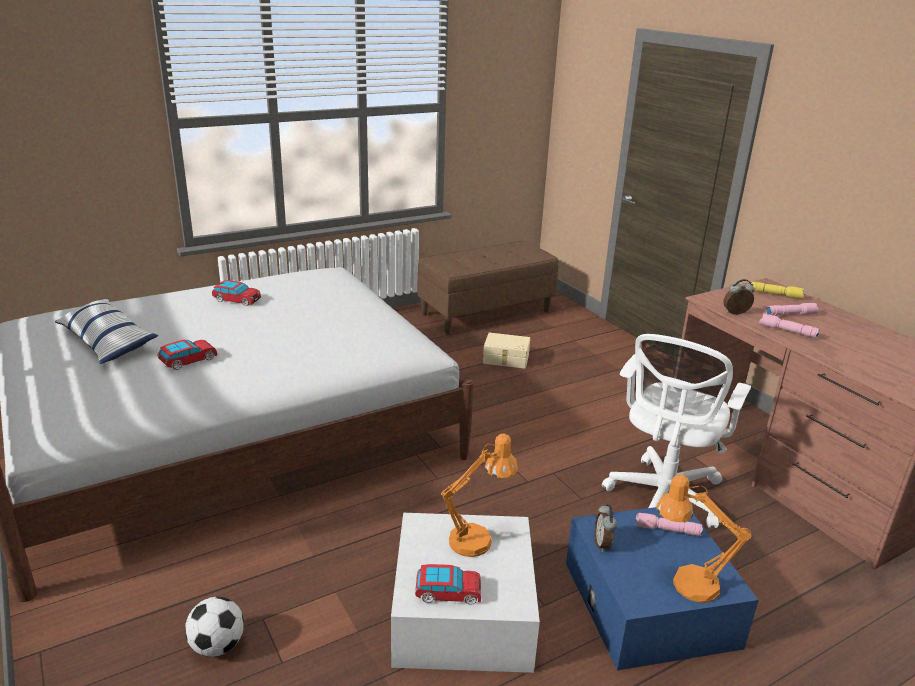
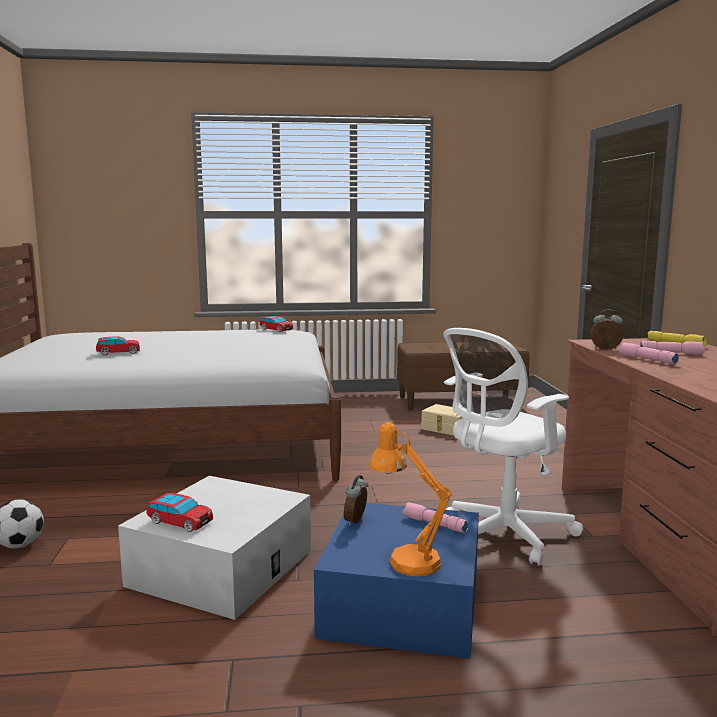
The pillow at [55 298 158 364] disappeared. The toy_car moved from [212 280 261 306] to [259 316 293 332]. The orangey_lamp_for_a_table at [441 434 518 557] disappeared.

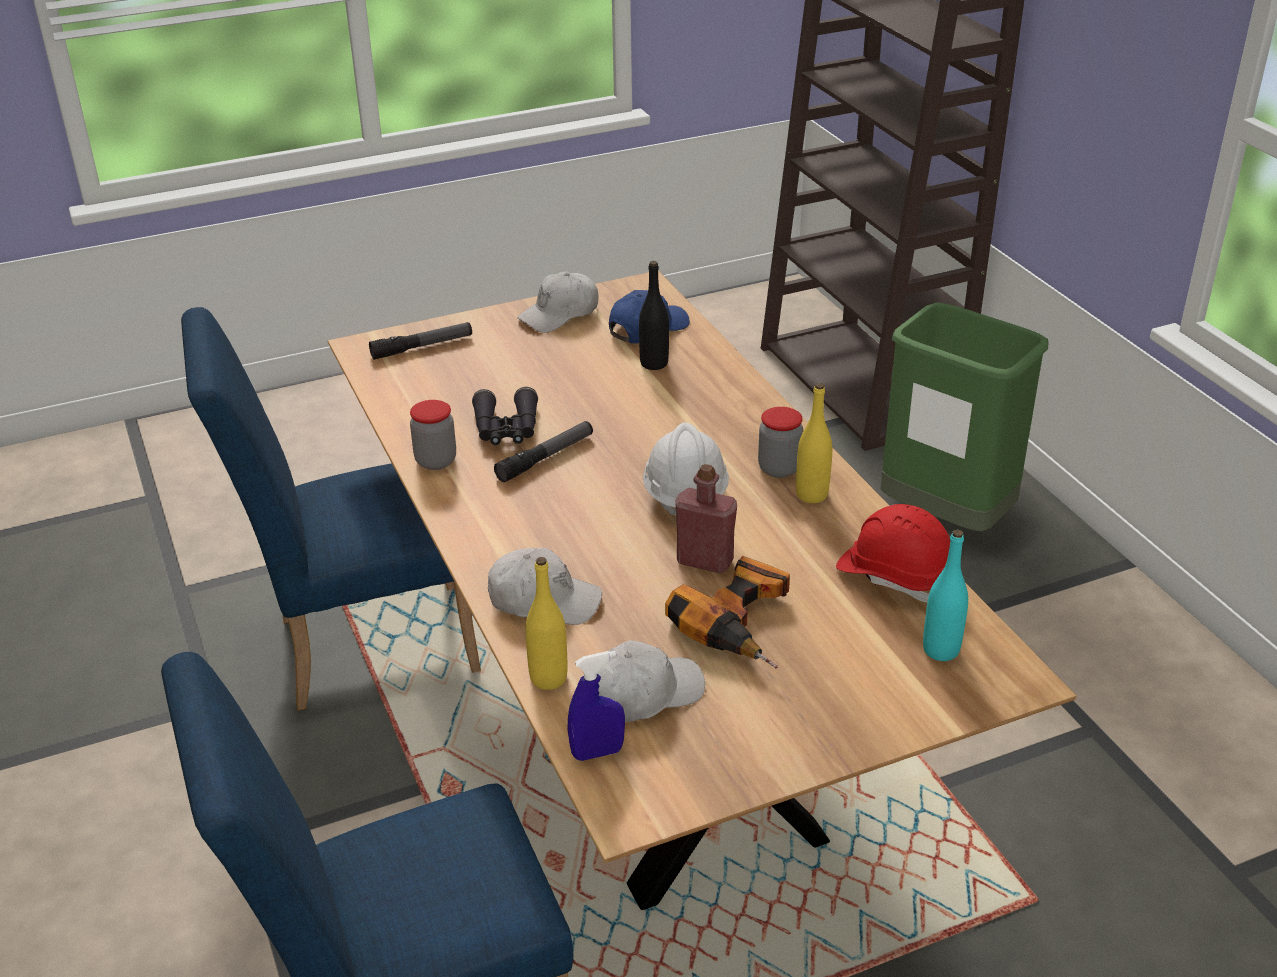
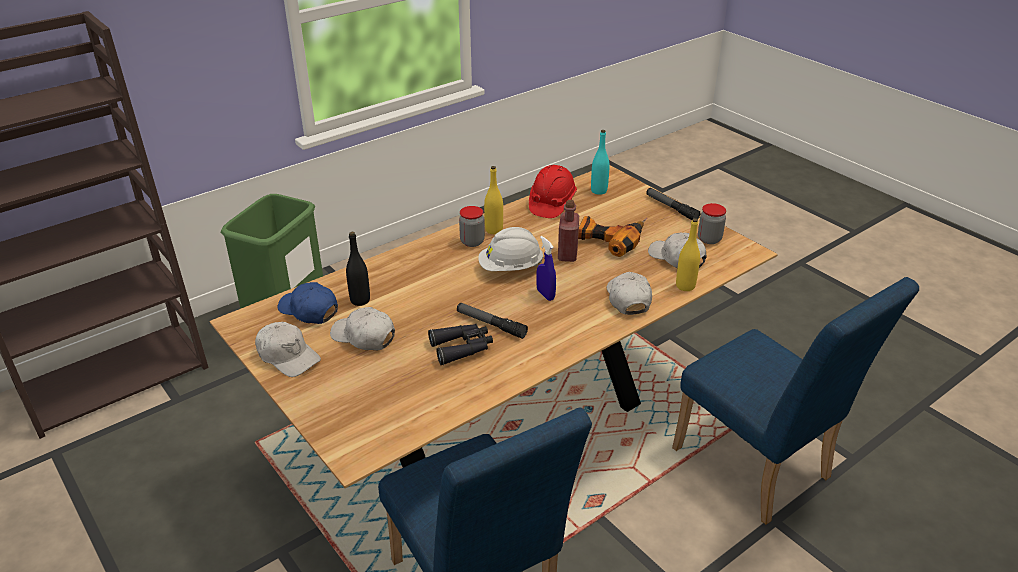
The flashlight moved from [369 322 472 360] to [646 188 700 220]. The jar moved from [410 400 456 470] to [698 203 726 244]. The bluish_spray_bottle moved from [567 651 625 761] to [536 236 556 301]. The white-coloured_baseball_cap at [330 307 395 350] appeared.

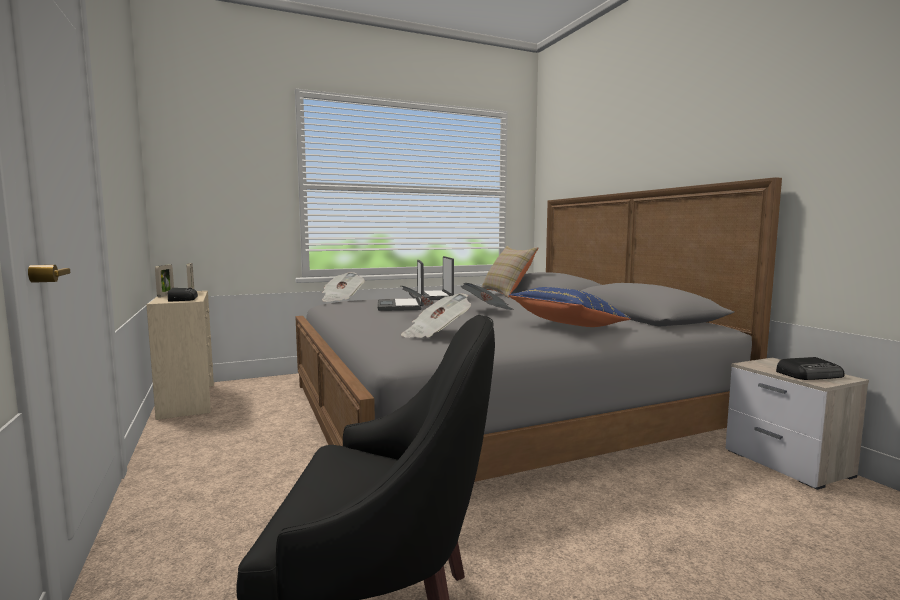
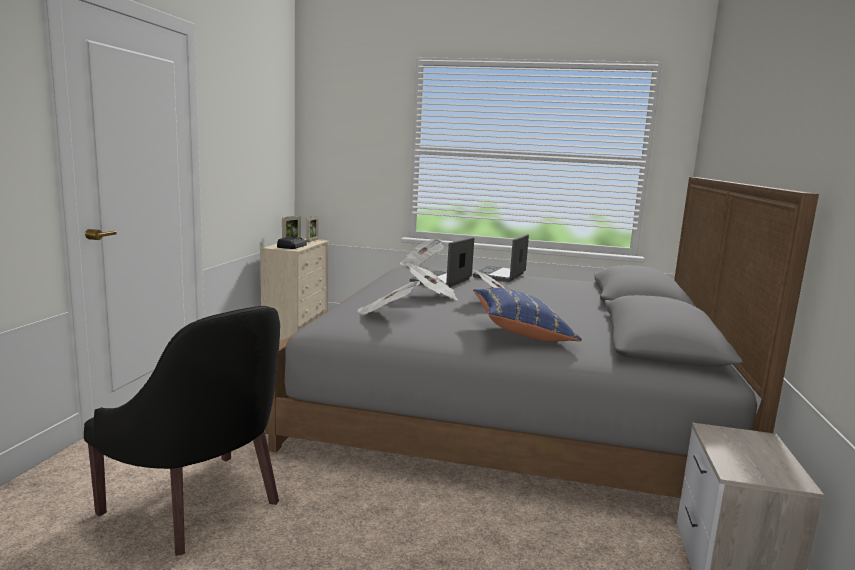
The beige_pillow at [482 246 539 298] disappeared. The radio at [776 357 844 380] disappeared.

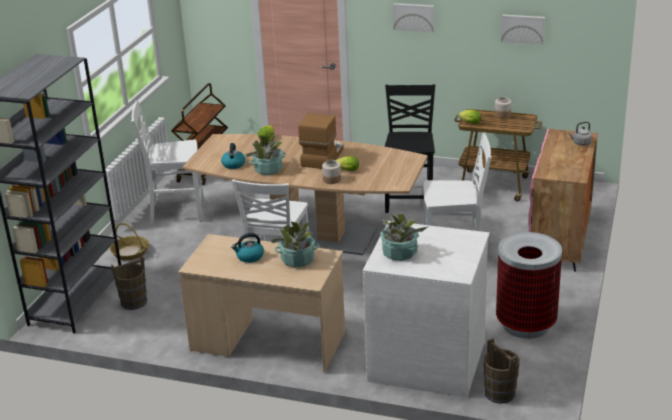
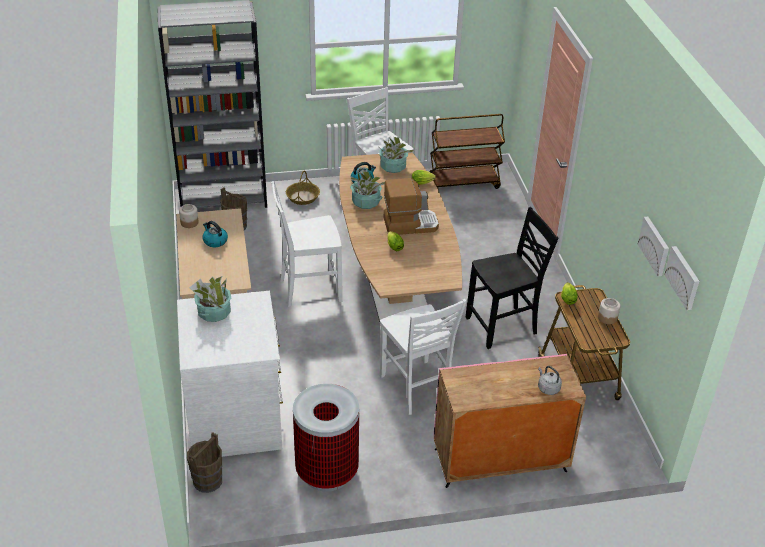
The houseplant moved from [270 222 319 267] to [379 137 415 173]. The jar moved from [322 160 341 184] to [179 204 199 228]. The wall_art moved from [393 3 434 33] to [664 246 699 310].

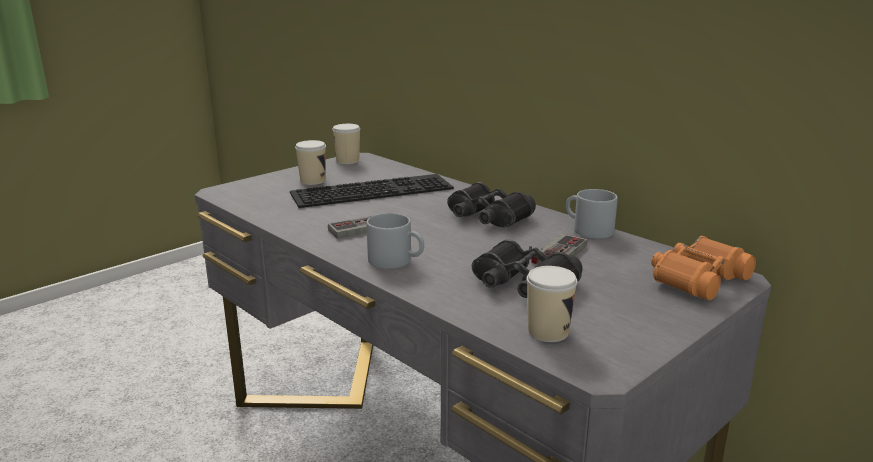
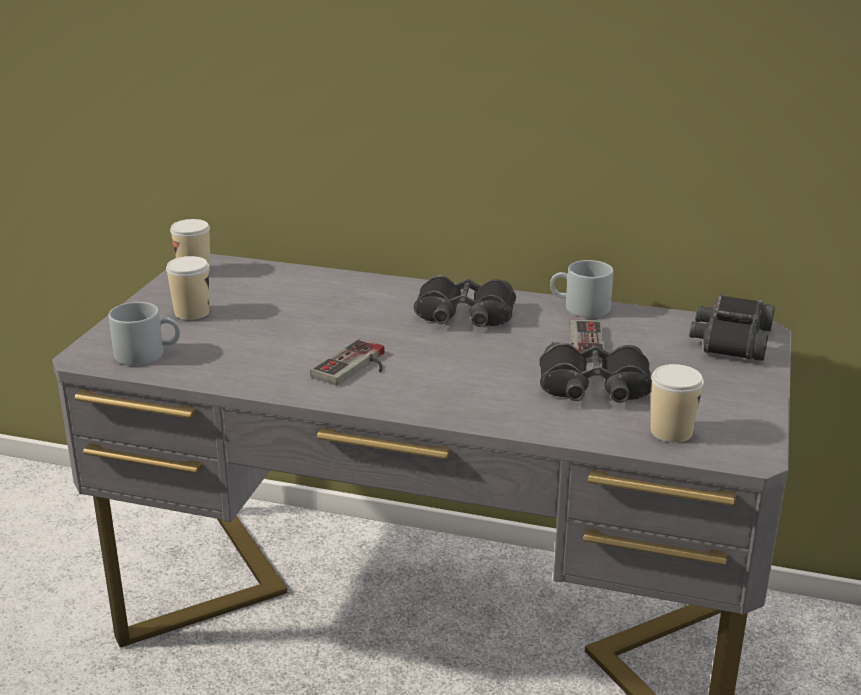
The computer_keyboard at [290 174 454 208] disappeared. The greyish_tea_mug moved from [367 213 424 269] to [109 302 180 365]. The orangey_field_glasses at [651 236 756 300] became the black-coloured_field_glasses at [689 294 775 361].

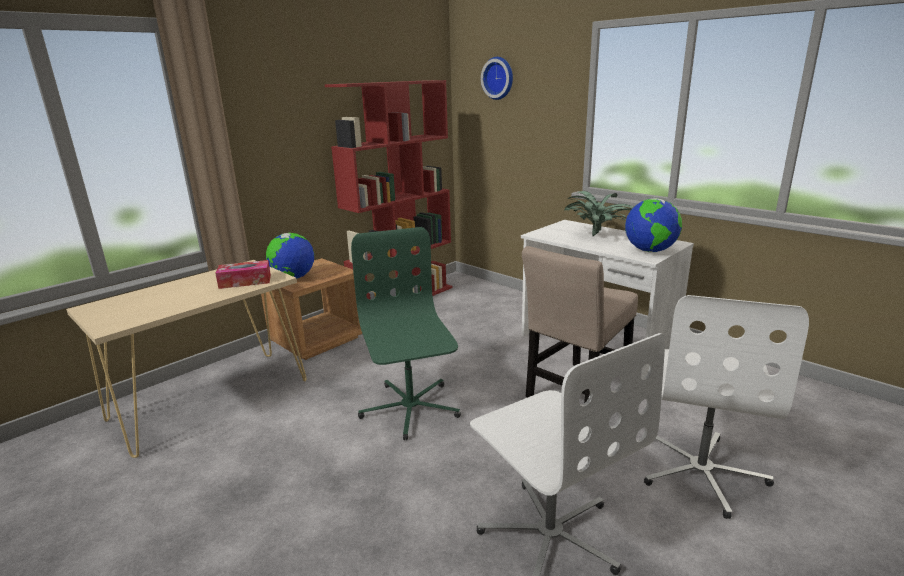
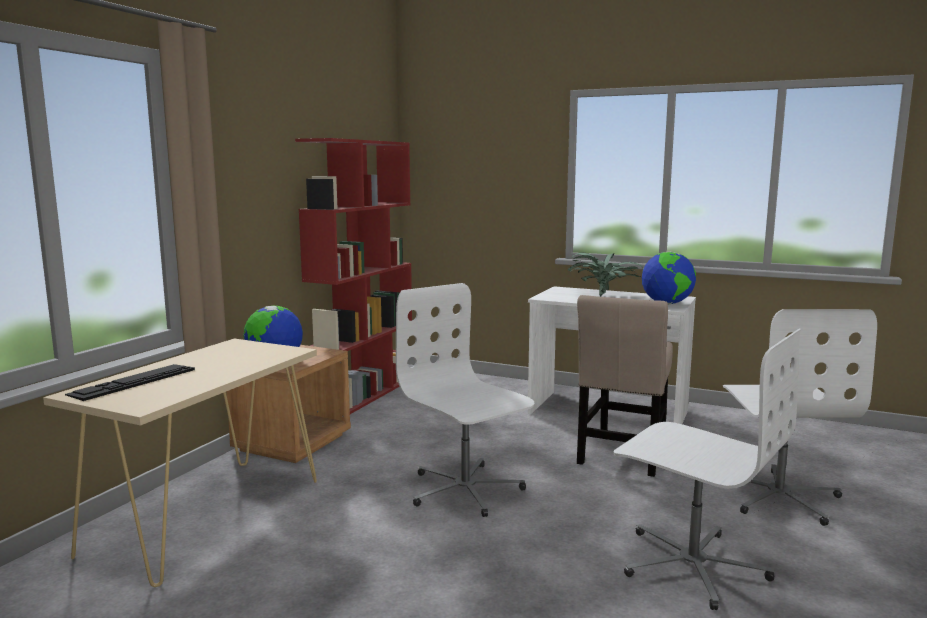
The tissue_box at [215 260 271 289] disappeared. The green-coloured_office_chair at [351 227 461 440] became the white-coloured_office_chair at [396 283 535 517]. The wall_clock at [481 57 513 100] disappeared. The computer_keyboard at [65 364 195 401] appeared.

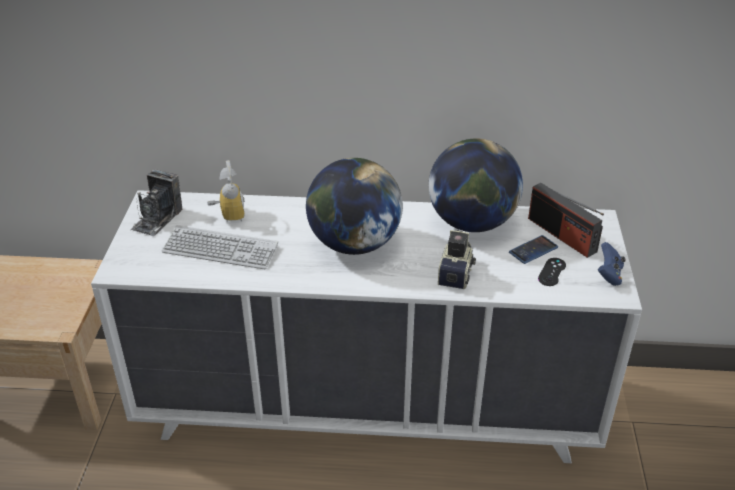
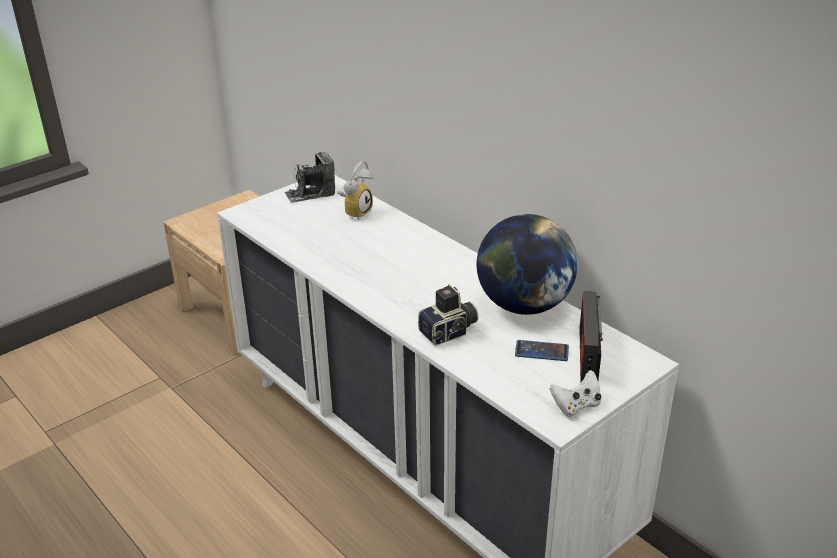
The computer_keyboard at [162 225 278 269] disappeared. The globe at [306 158 403 255] disappeared. The black-coloured_game_controller at [538 258 566 286] disappeared. The bluish_game_controller at [598 242 626 286] became the white-coloured_game_controller at [550 370 601 417].

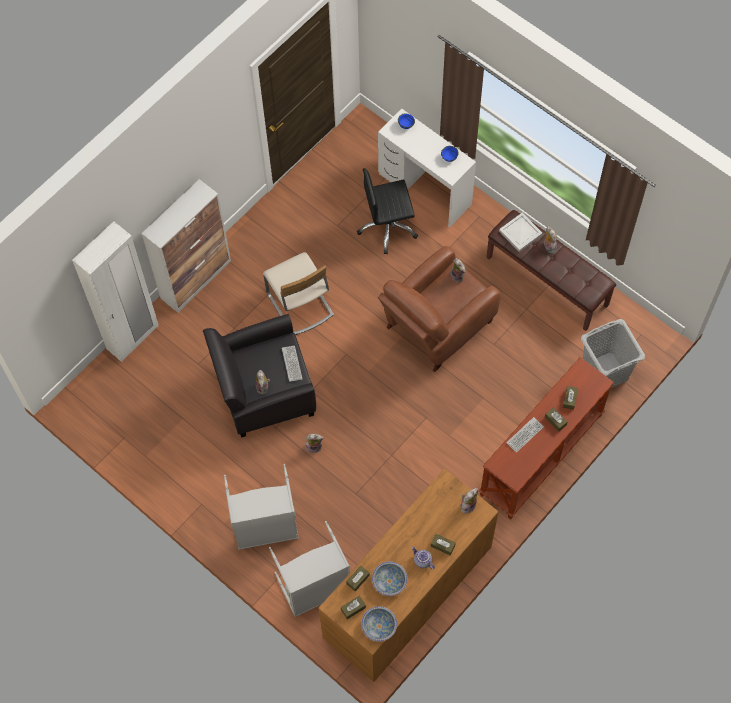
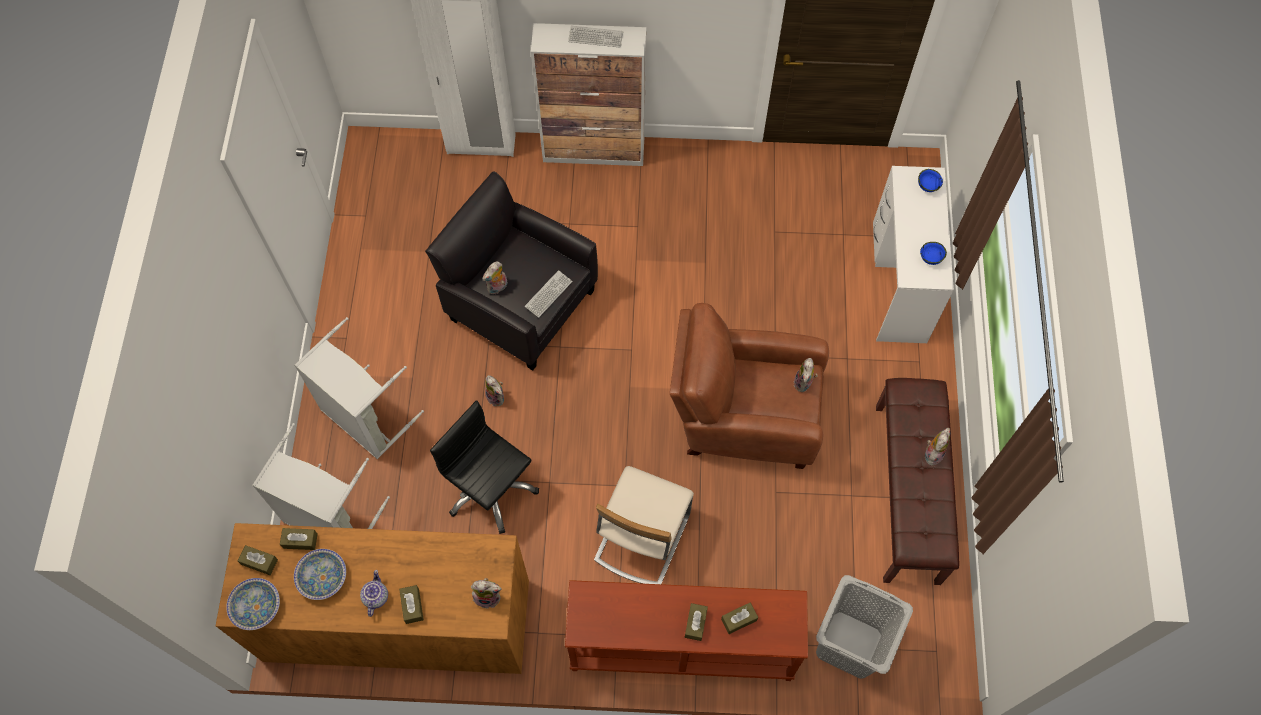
The beige_chair moved from [263 252 334 335] to [594 466 694 584]. The black-coloured_office_chair moved from [357 168 418 254] to [430 400 539 534]. The white-coloured_tray at [499 213 542 252] disappeared. The computer_keyboard moved from [506 417 544 453] to [568 26 623 48].

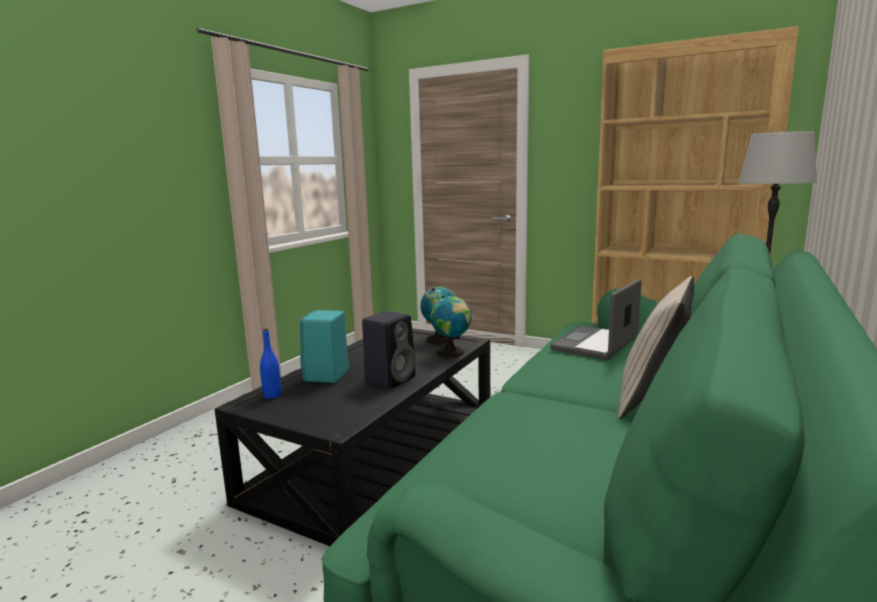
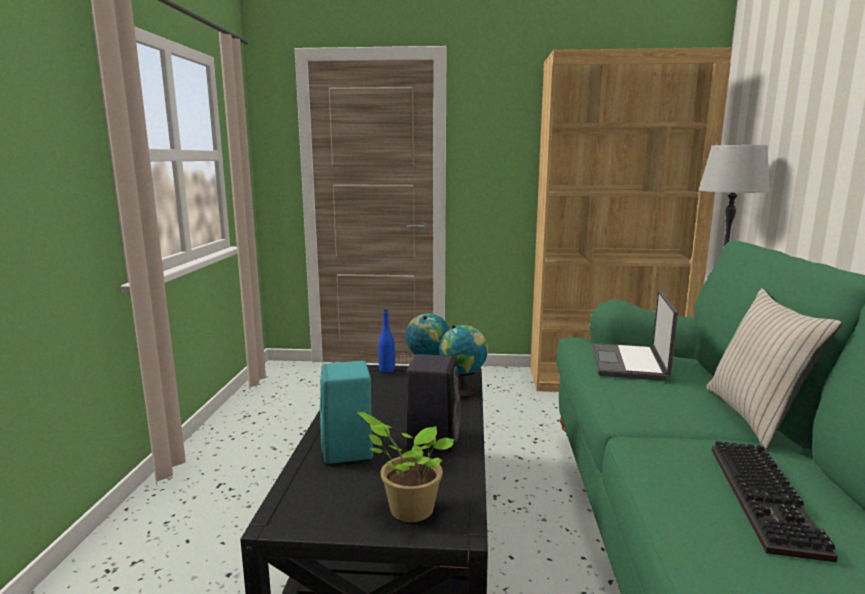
The bluish_beverage_bottle moved from [260 329 281 399] to [378 309 395 373]. The houseplant at [357 412 454 522] appeared. The computer_keyboard at [712 441 838 562] appeared.

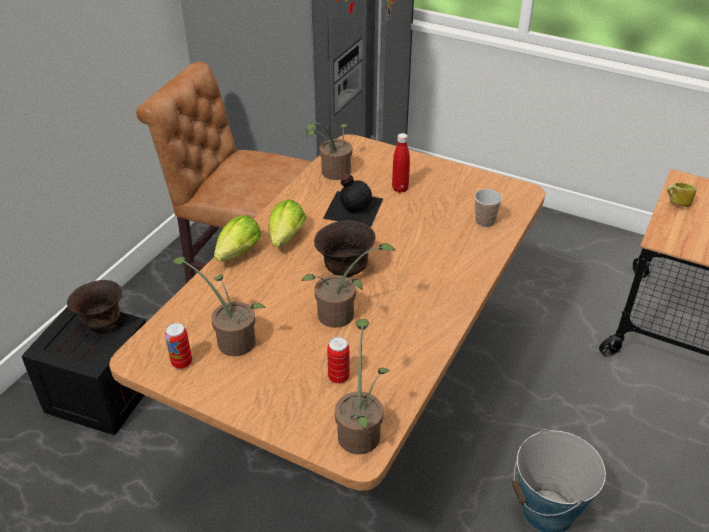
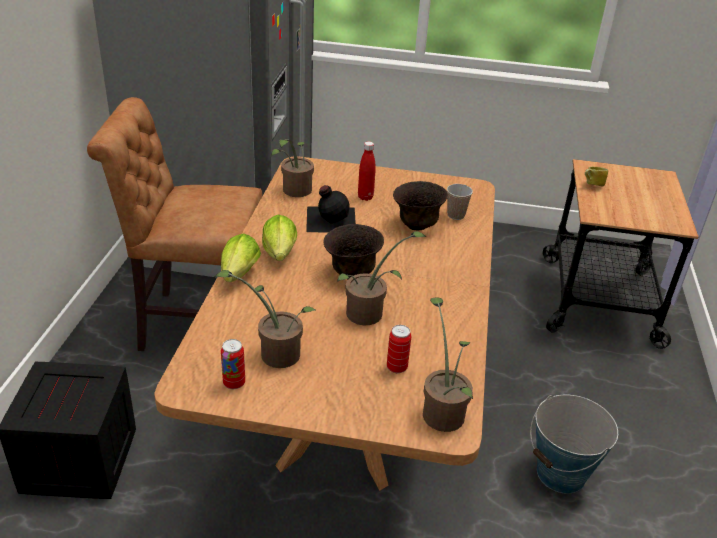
The brown-coloured_serving_bowl moved from [67 280 122 330] to [393 181 448 231].

